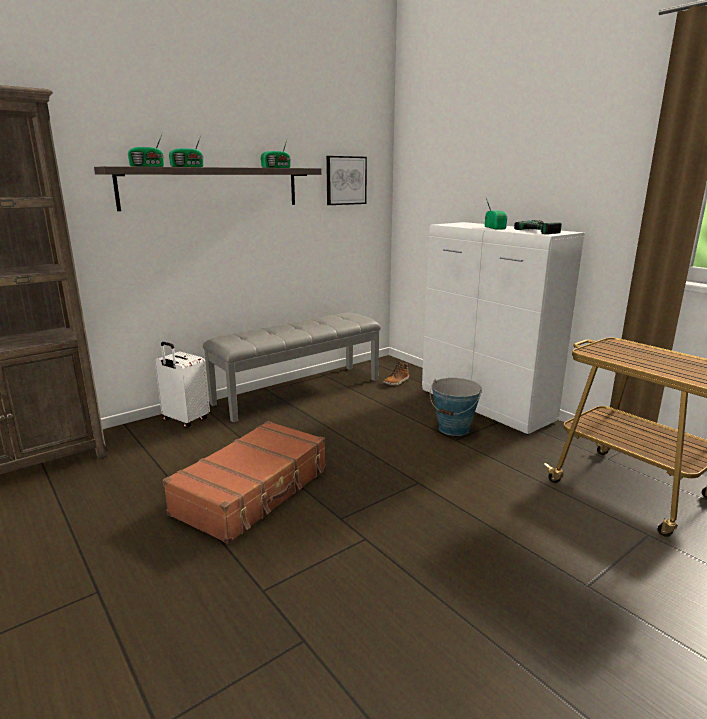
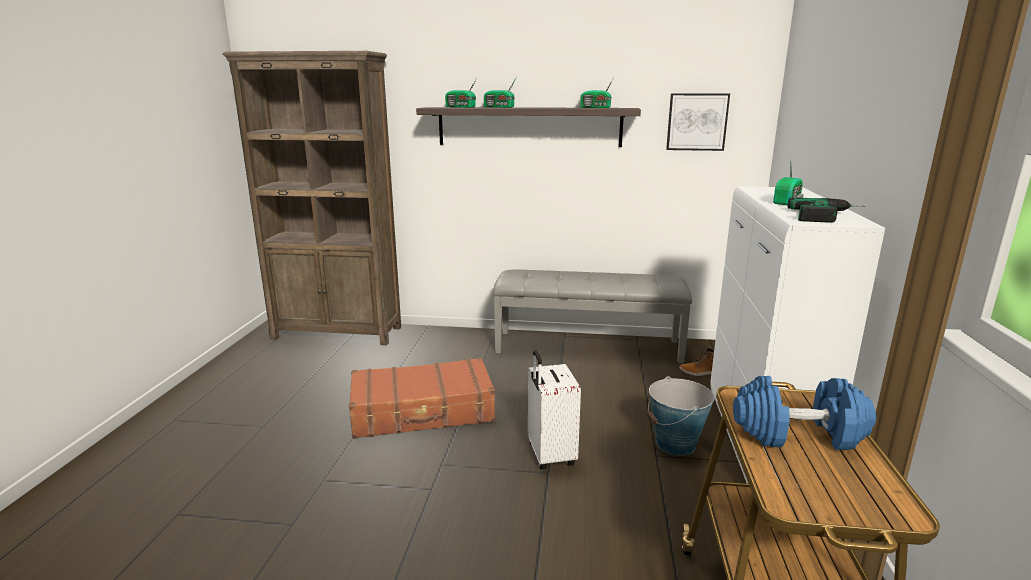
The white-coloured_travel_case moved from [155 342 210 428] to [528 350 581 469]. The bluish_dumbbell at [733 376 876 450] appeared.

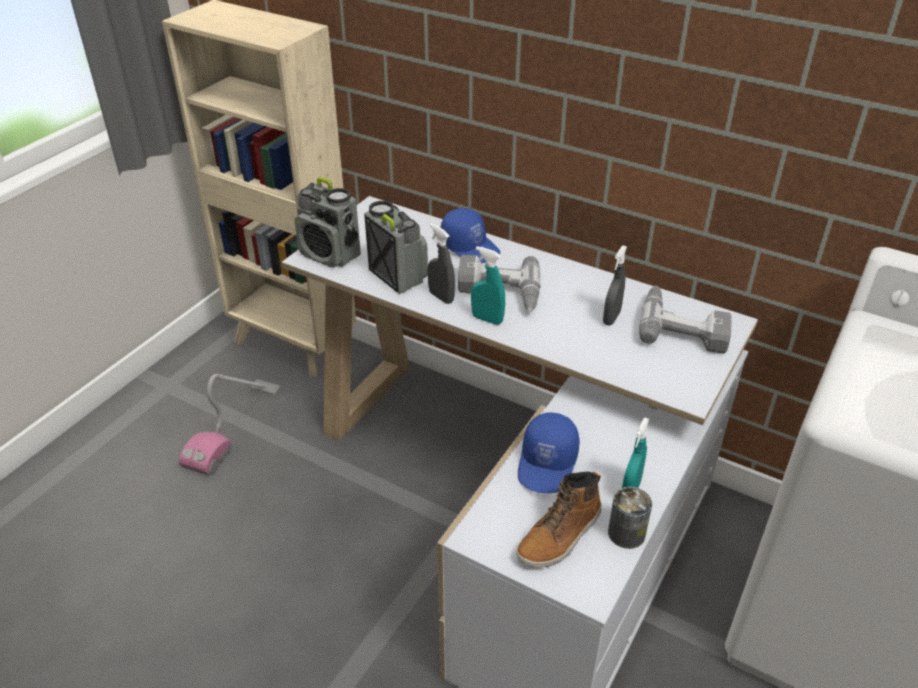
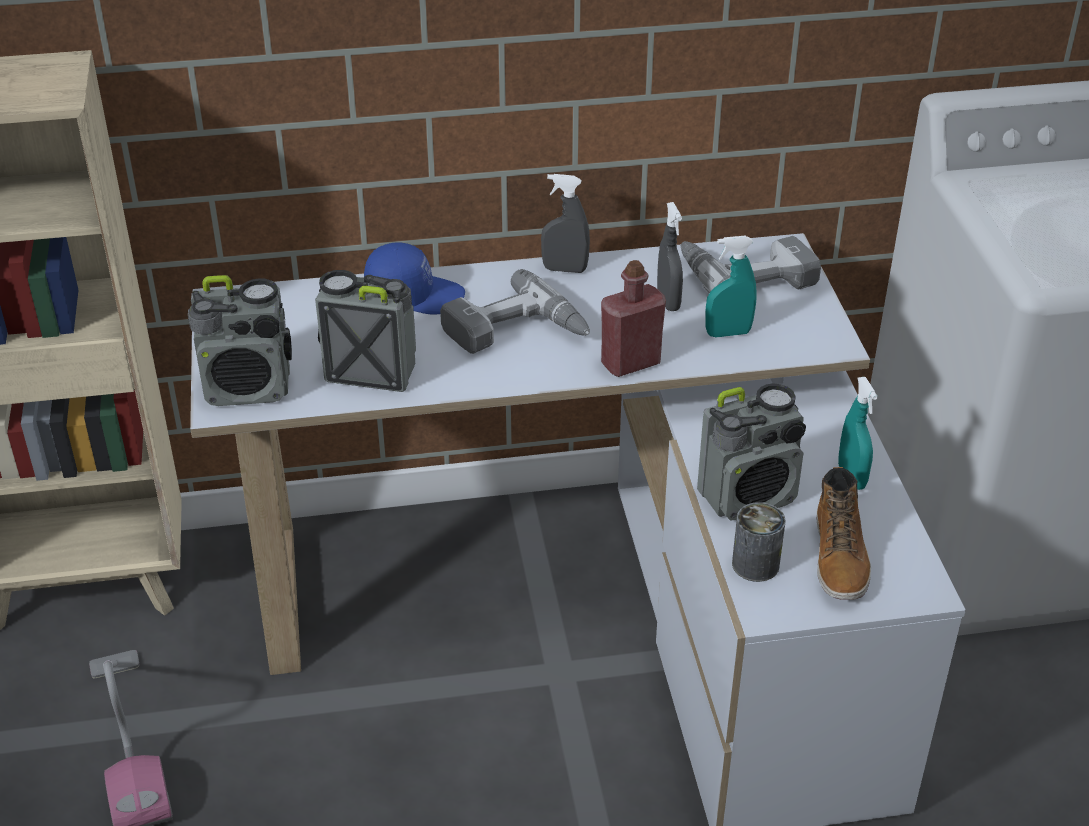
The greyish_spray_bottle moved from [427 223 455 304] to [541 174 590 273]. The blue-green_spray_bottle moved from [471 246 505 325] to [706 236 757 338]. The bluish_baseball_cap at [518 412 580 494] was replaced by the radio at [697 383 806 520]. The metal_can moved from [608 487 652 549] to [732 502 786 582]. The red-coloured_beverage_bottle at [601 260 666 377] appeared.

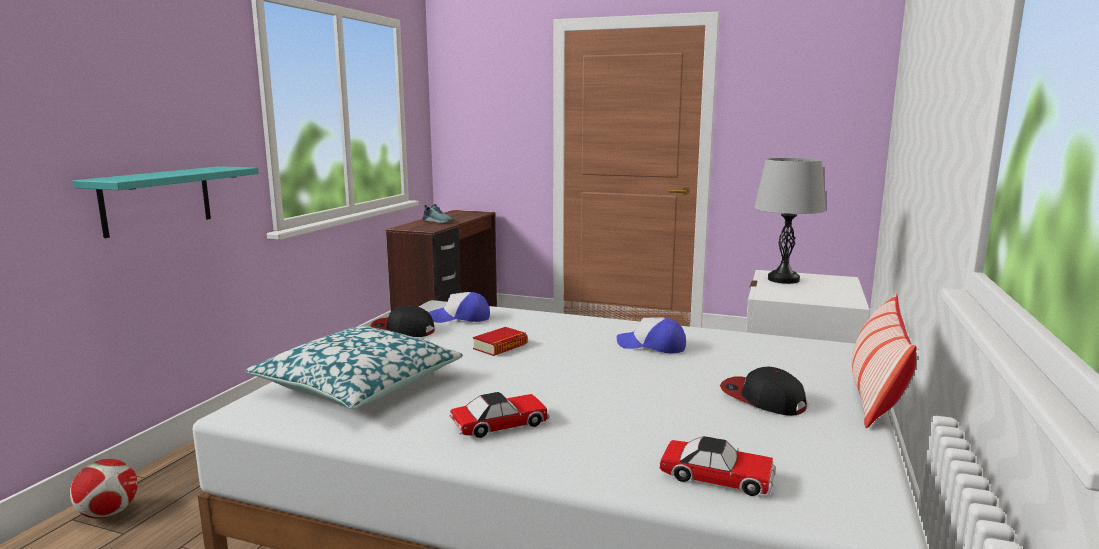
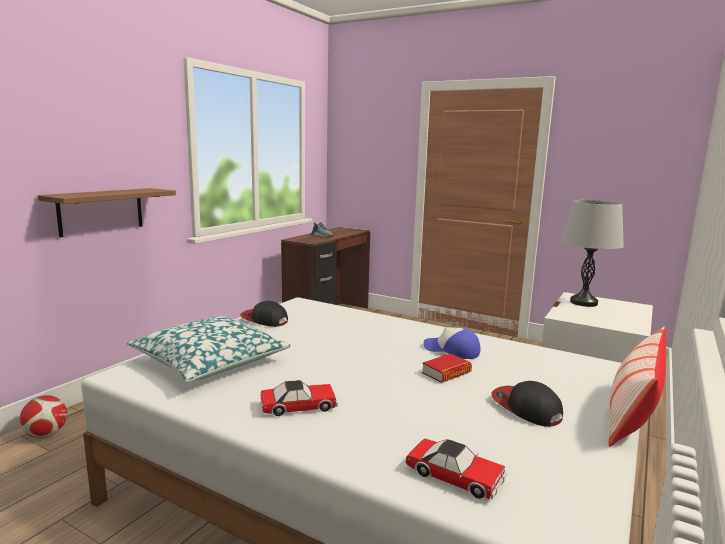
The blue-green_wall_shelf at [73 166 259 238] became the brown-coloured_wall_shelf at [38 188 176 237]. The baseball_cap at [429 292 490 323] disappeared. The volume moved from [473 327 527 356] to [422 354 472 383].

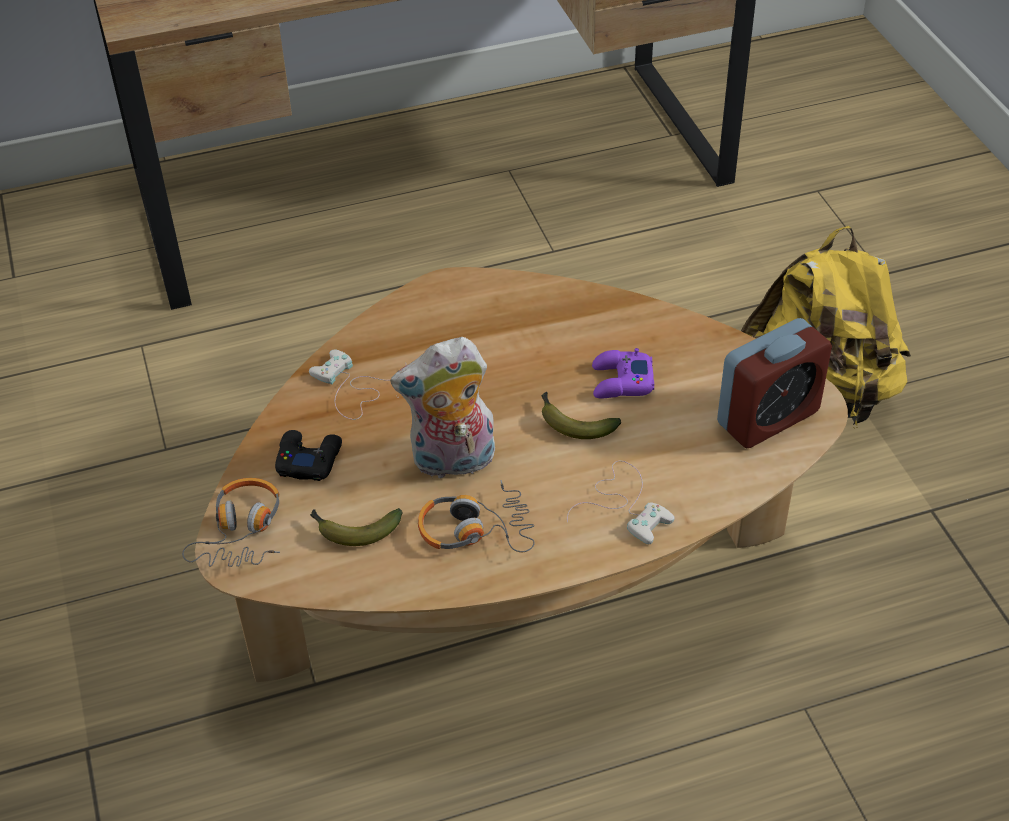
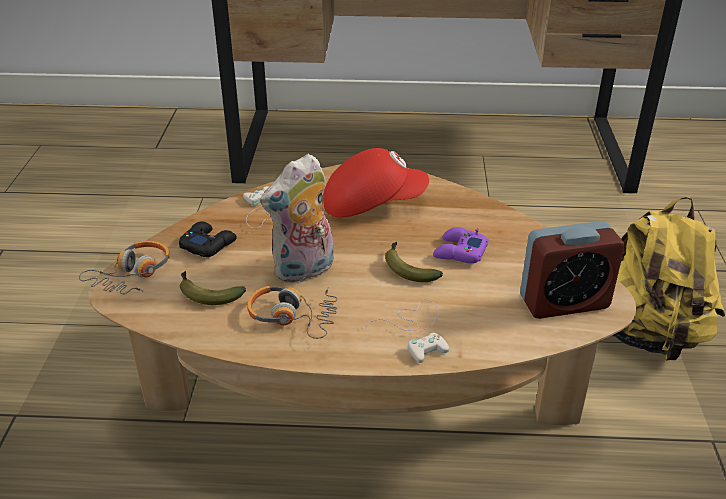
The cuddly_toy at [390 337 495 479] turned 45 degrees counterclockwise. The red-coloured_baseball_cap at [324 148 429 217] appeared.

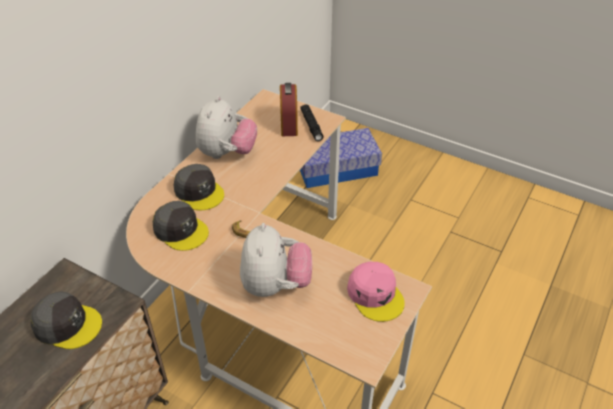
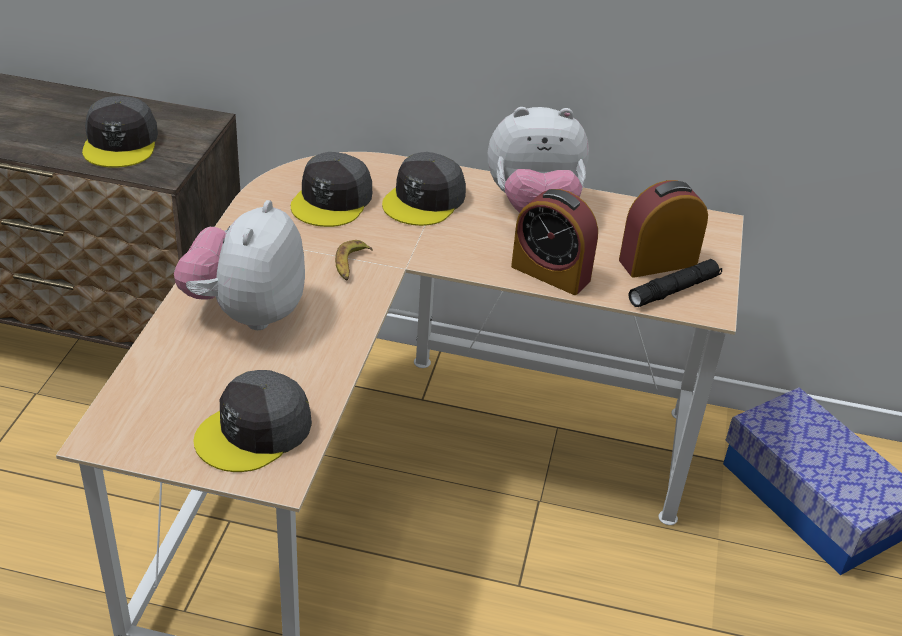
The cuddly_toy at [240 223 312 297] turned 120 degrees clockwise. The pink-coloured_baseball_cap at [347 262 405 322] became the greyish_baseball_cap at [193 370 312 472]. The table_clock at [511 189 598 295] appeared.

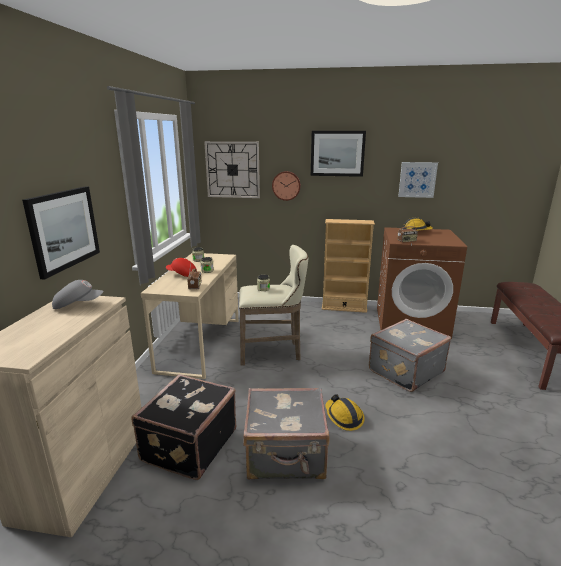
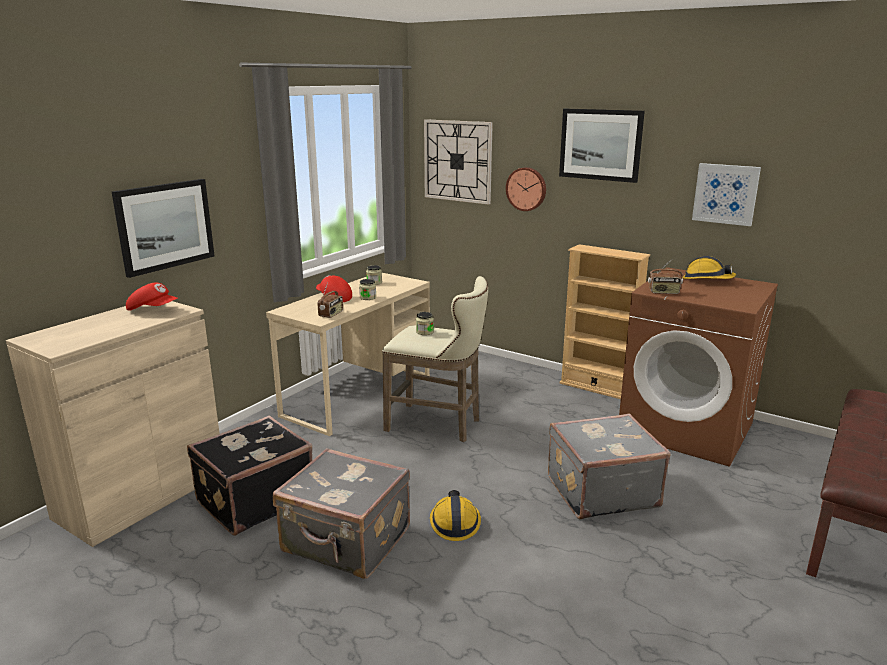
The greyish_baseball_cap at [52 280 104 309] became the red-coloured_baseball_cap at [126 282 178 311].

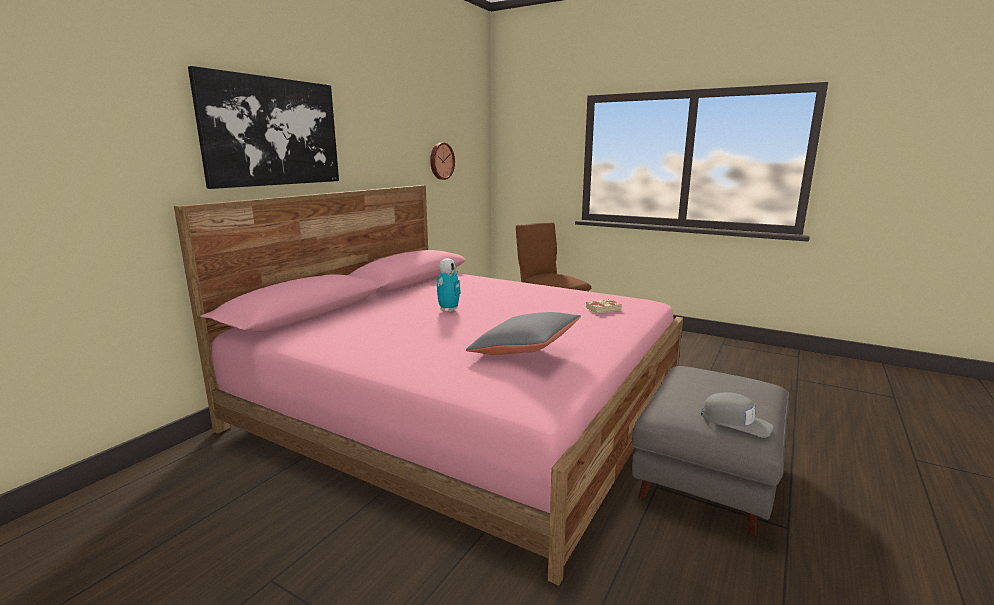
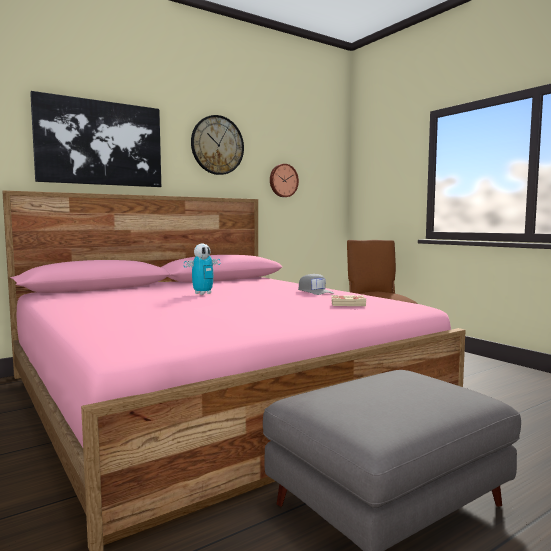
The greyish_pillow at [466 312 581 355] disappeared. The greyish_baseball_cap moved from [701 392 773 438] to [298 274 334 295]. The wall_clock at [191 115 244 175] appeared.

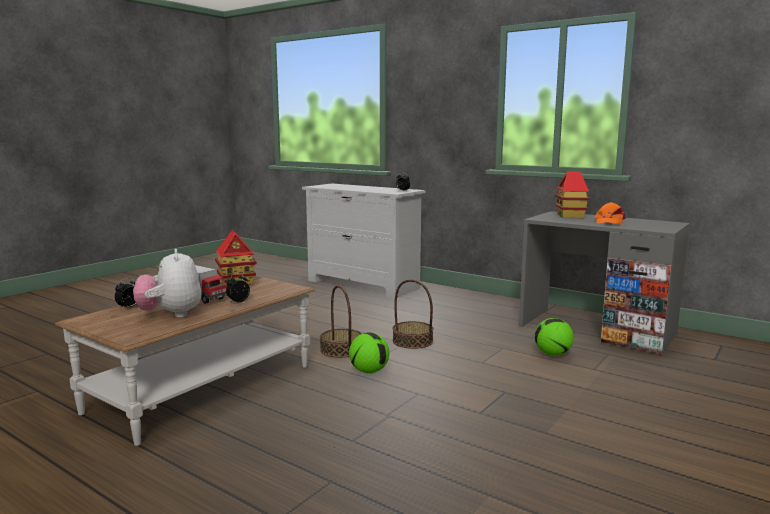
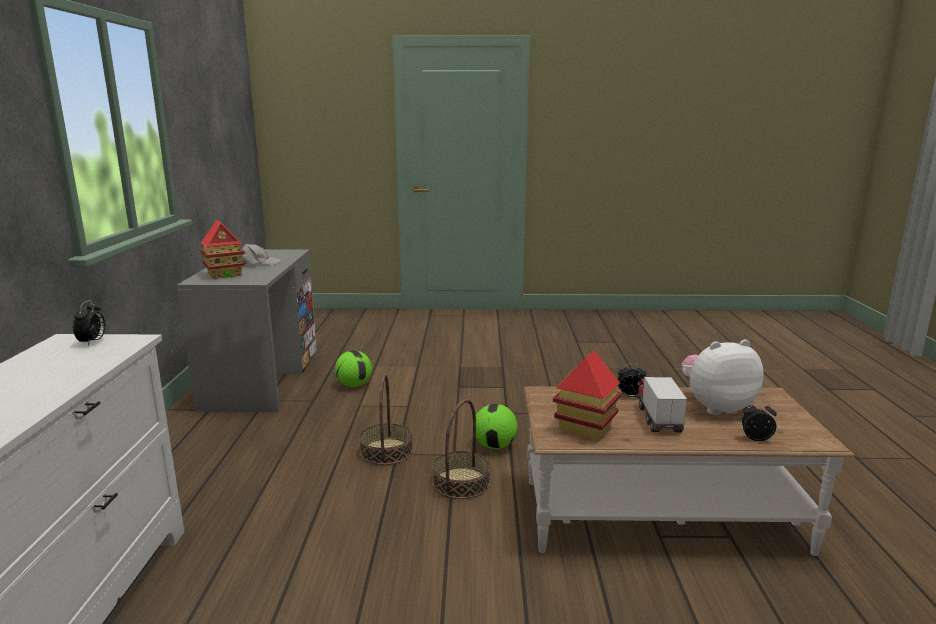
The cuddly_toy at [133 249 201 317] turned 135 degrees counterclockwise. The orangey_baseball_cap at [595 202 626 225] became the greyish_baseball_cap at [242 244 281 265].

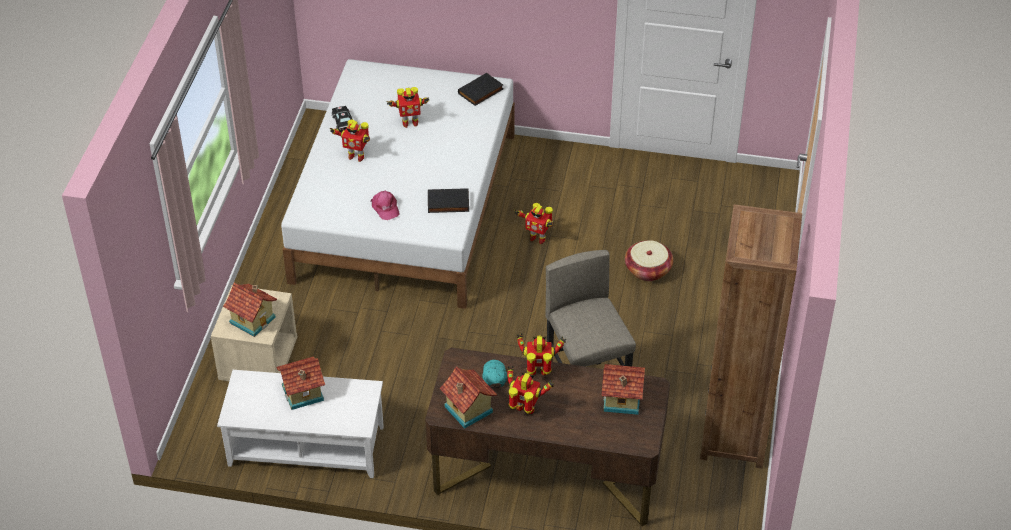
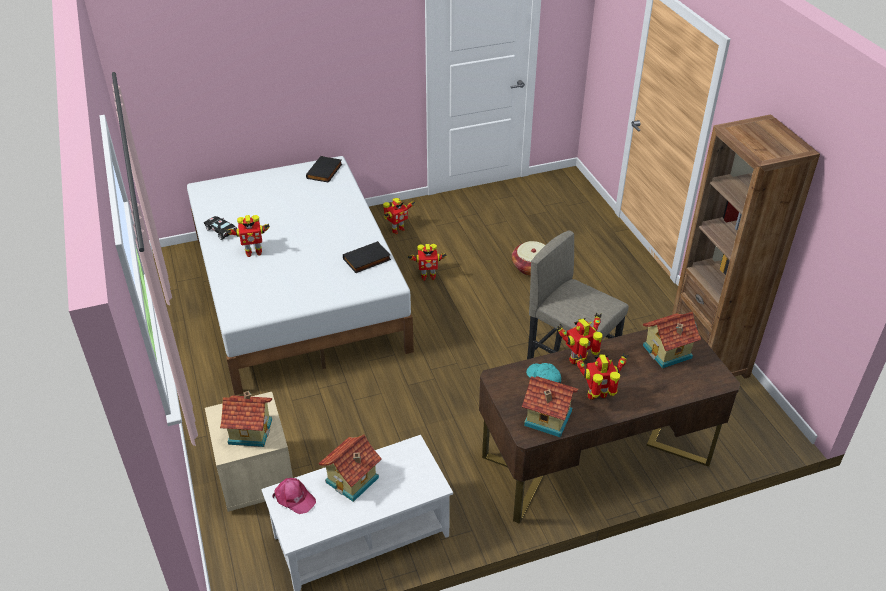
The pink-coloured_baseball_cap moved from [371 191 400 220] to [272 478 316 514]. The model_robot moved from [386 87 429 128] to [383 198 415 234].

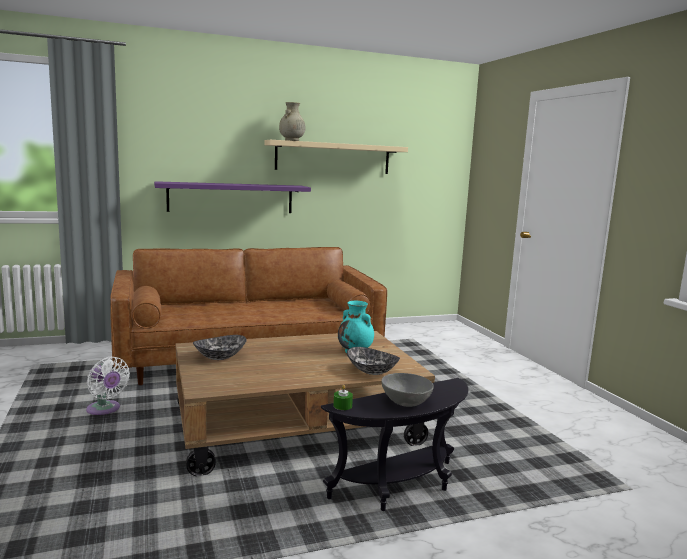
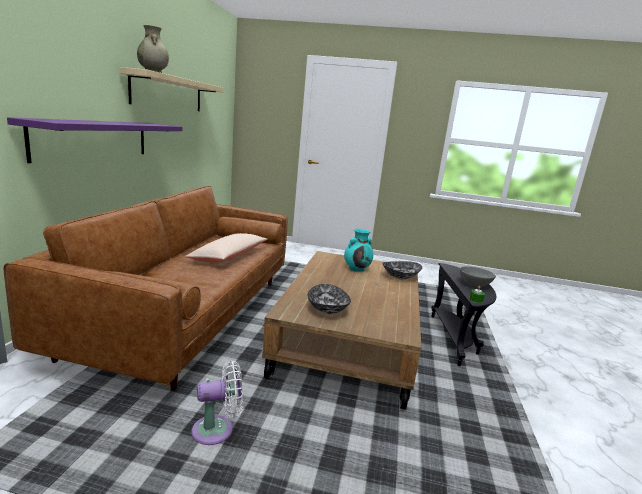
The beige_pillow at [185 233 267 263] appeared.

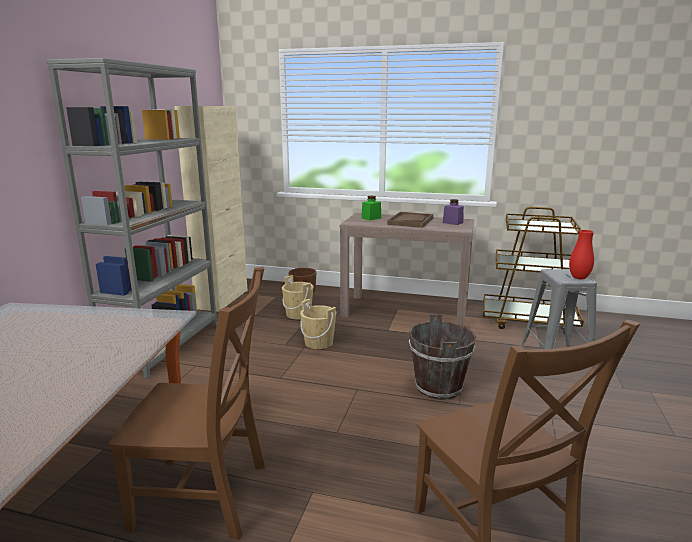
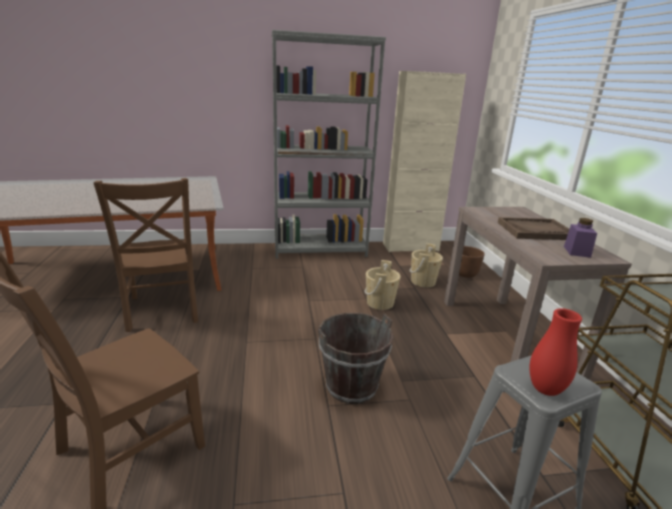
The green-coloured_jar at [361 196 381 220] disappeared.

